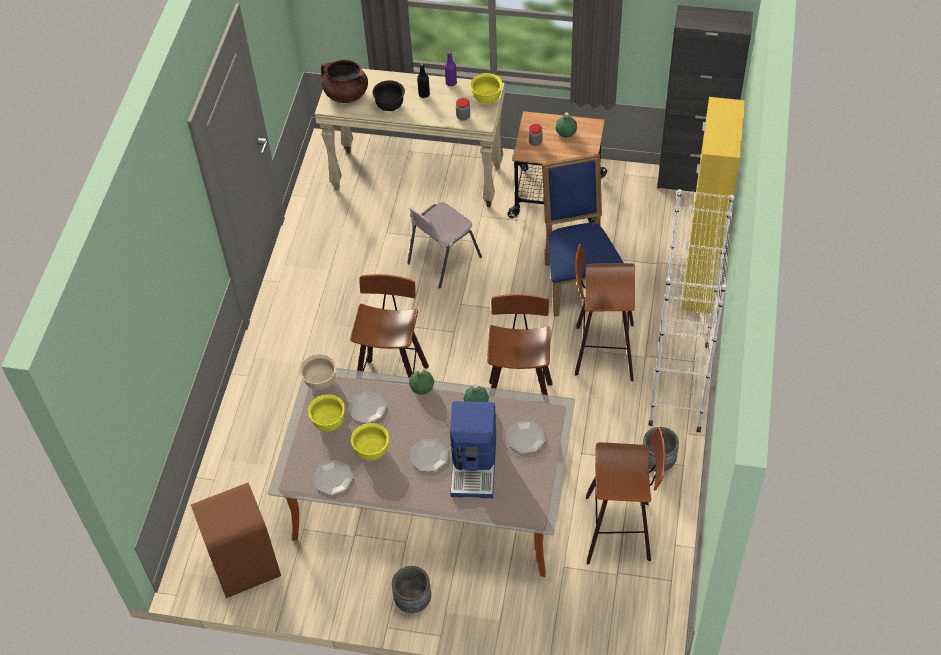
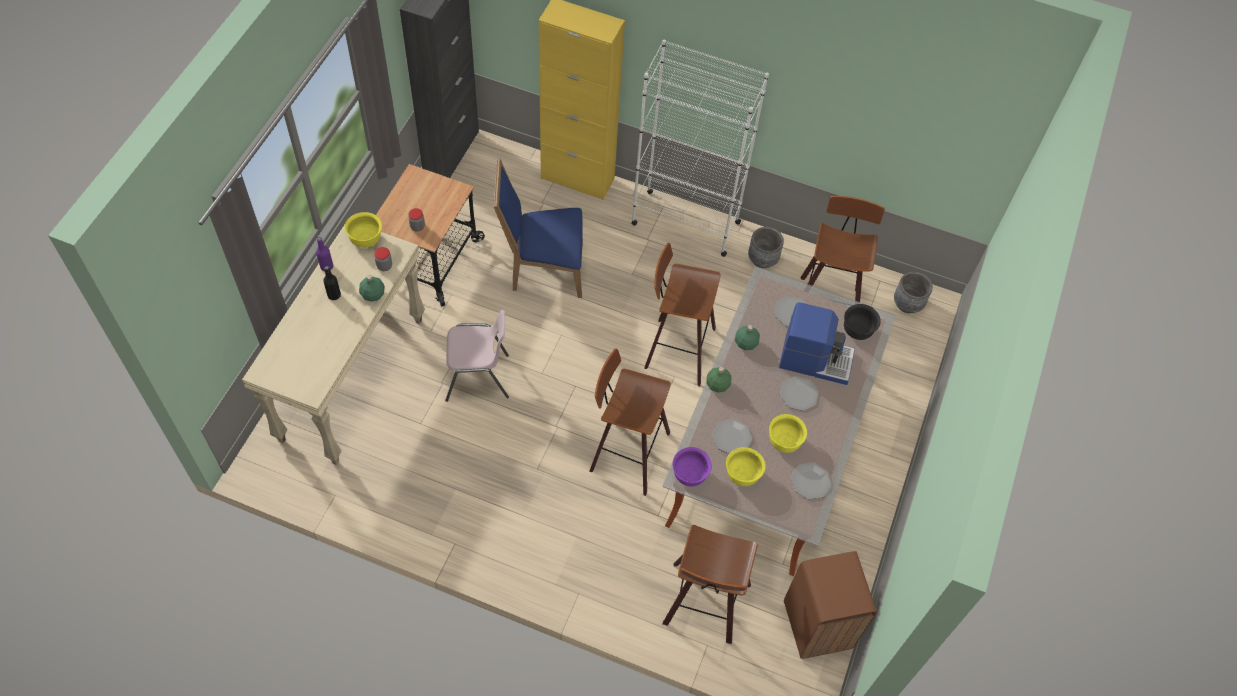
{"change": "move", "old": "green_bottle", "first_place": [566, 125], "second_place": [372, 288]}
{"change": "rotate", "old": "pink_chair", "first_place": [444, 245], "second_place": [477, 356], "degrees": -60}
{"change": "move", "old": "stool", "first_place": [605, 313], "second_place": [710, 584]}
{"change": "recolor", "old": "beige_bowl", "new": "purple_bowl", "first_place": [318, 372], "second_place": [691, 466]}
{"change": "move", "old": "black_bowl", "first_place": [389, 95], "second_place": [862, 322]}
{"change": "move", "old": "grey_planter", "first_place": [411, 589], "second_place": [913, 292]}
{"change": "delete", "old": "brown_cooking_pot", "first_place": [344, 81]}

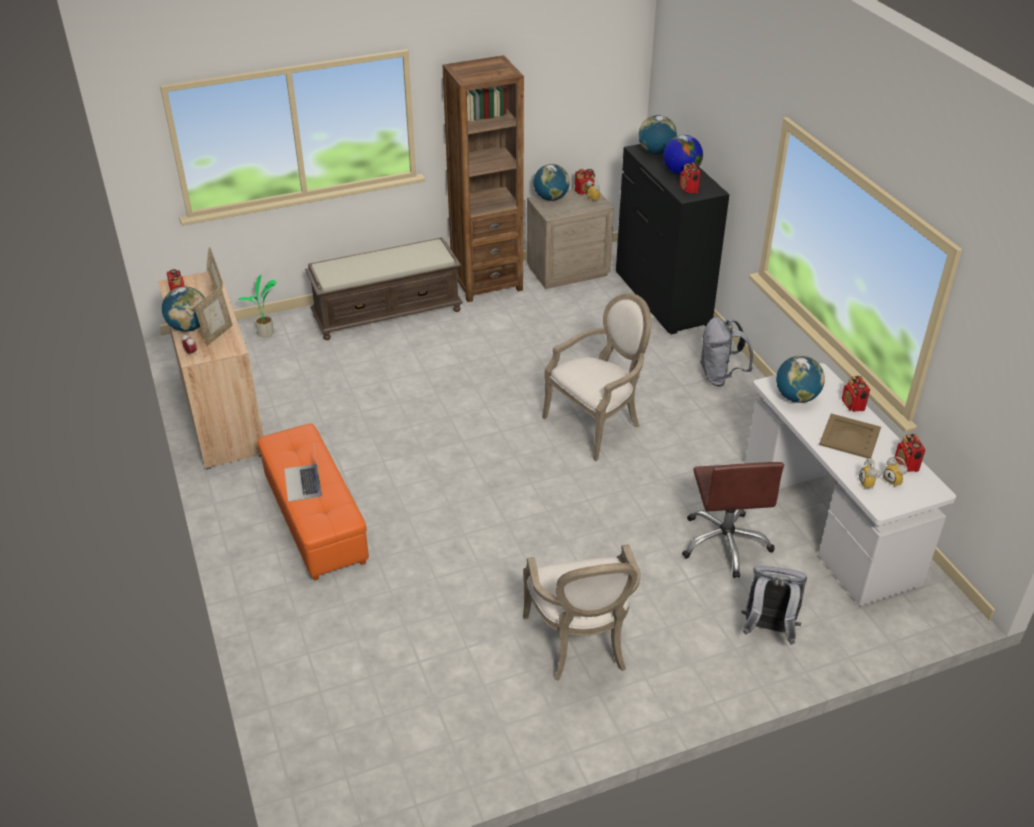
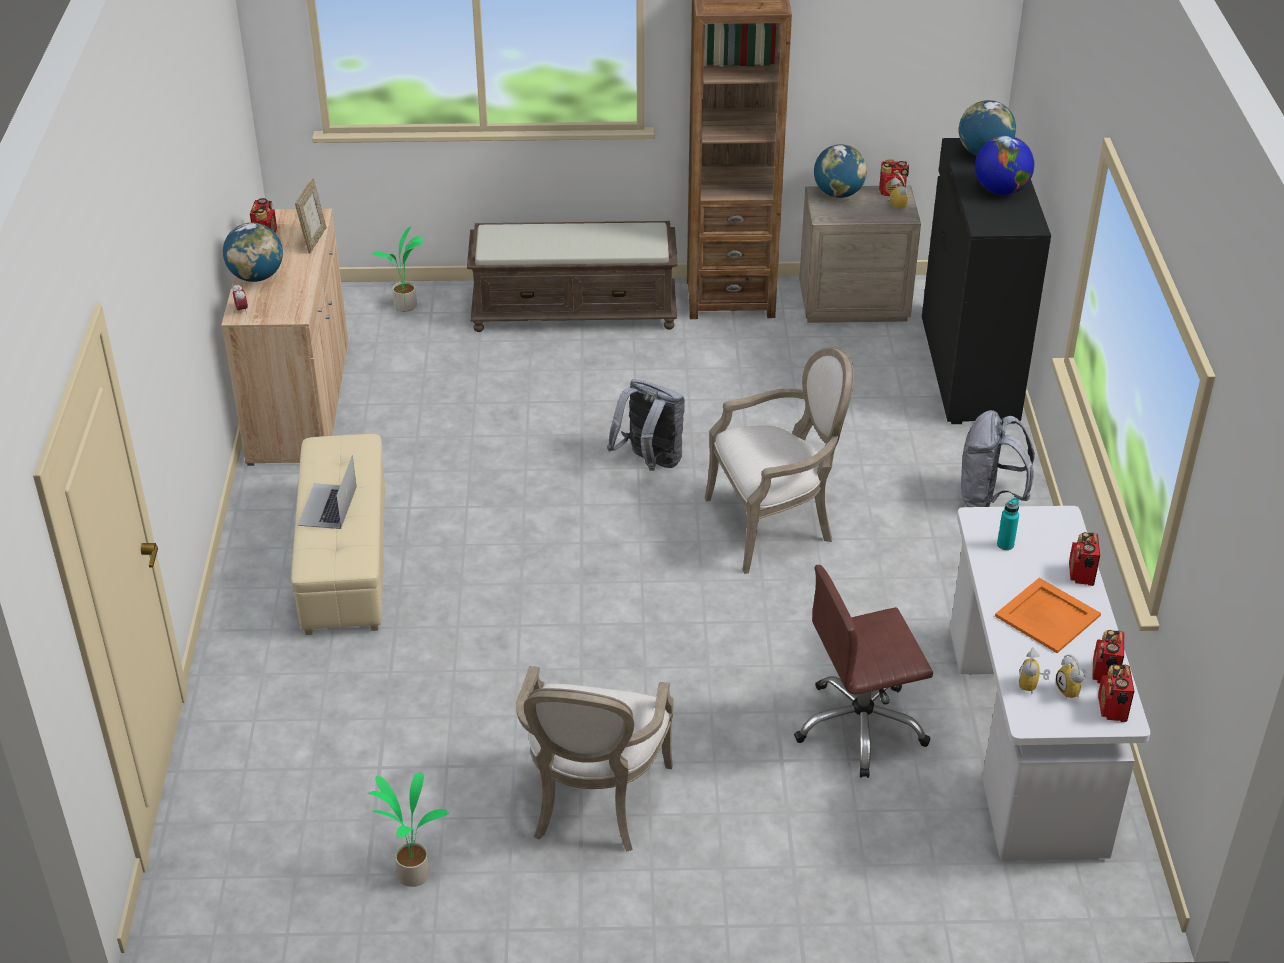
{"change": "recolor", "old": "orange_ottoman", "new": "beige_ottoman", "first_place": [313, 502], "second_place": [338, 534]}
{"change": "insert", "new": "potted_plant", "second_place": [407, 830]}
{"change": "move", "old": "grey_backpack", "first_place": [774, 605], "second_place": [646, 425]}
{"change": "rotate", "old": "brown_office_chair", "first_place": [733, 520], "second_place": [863, 671], "degrees": 60}
{"change": "recolor", "old": "beige_tray", "new": "orange_tray", "first_place": [850, 436], "second_place": [1048, 615]}
{"change": "replace", "old": "globe", "new": "turquoise_bottle", "first_place": [800, 379], "second_place": [1008, 524]}
{"change": "move", "old": "radio", "first_place": [690, 178], "second_place": [1116, 693]}
{"change": "delete", "old": "picture_frame", "first_place": [213, 316]}

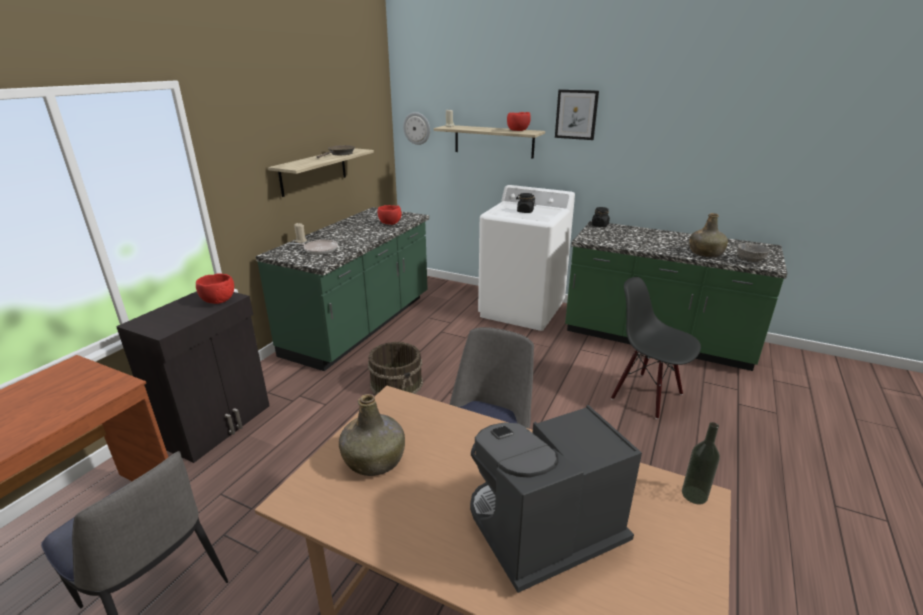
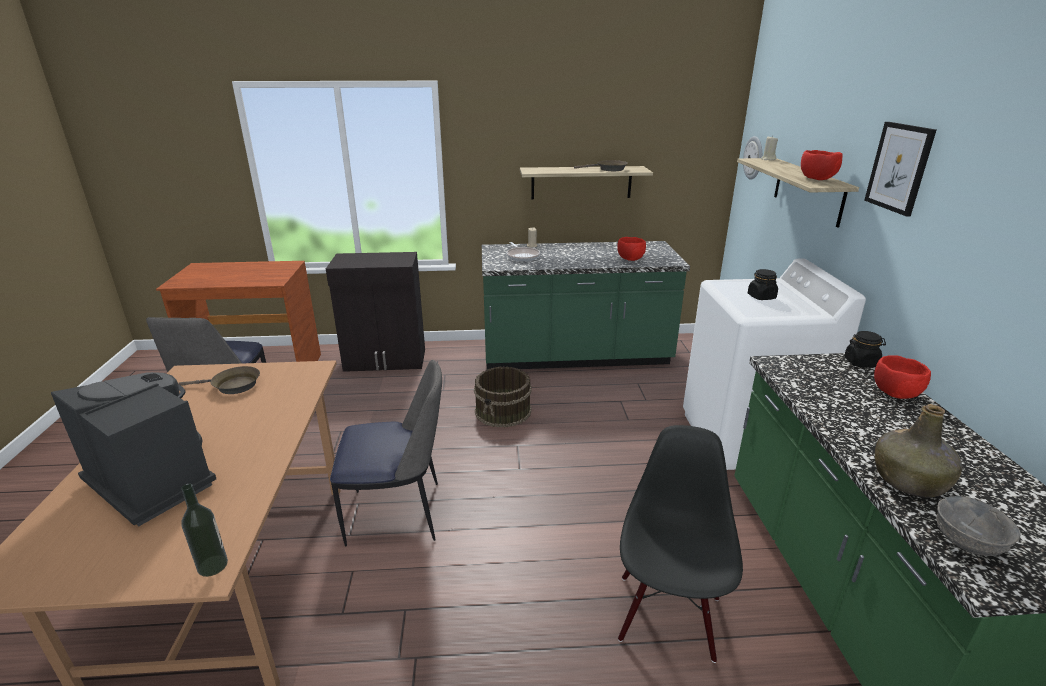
{"change": "replace", "old": "green_bottle", "new": "brown_frying_pan", "first_place": [372, 435], "second_place": [219, 380]}
{"change": "move", "old": "red_bowl", "first_place": [215, 288], "second_place": [902, 377]}

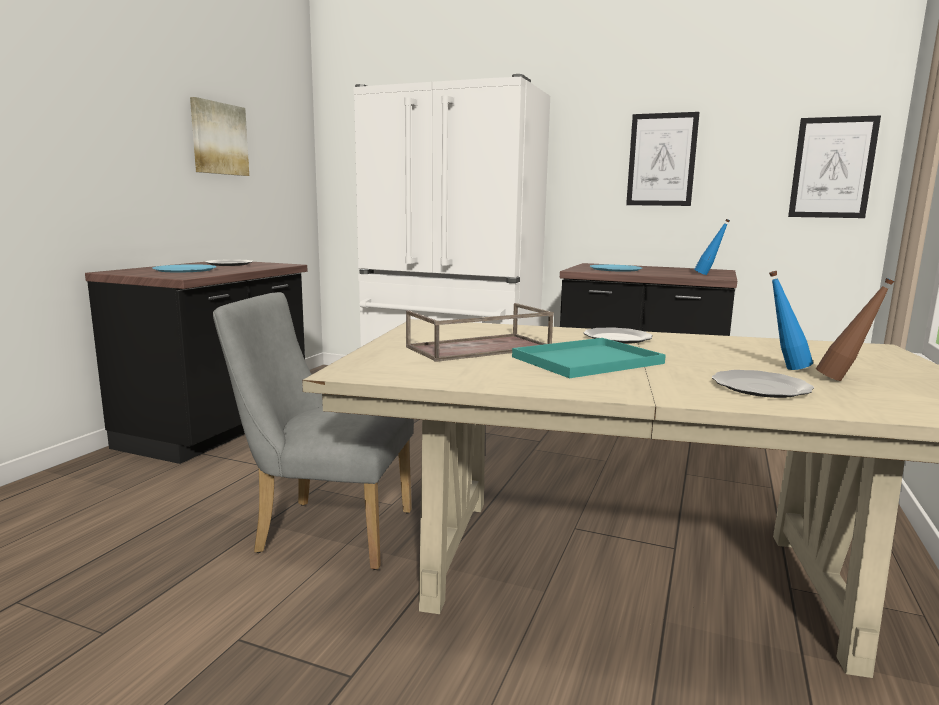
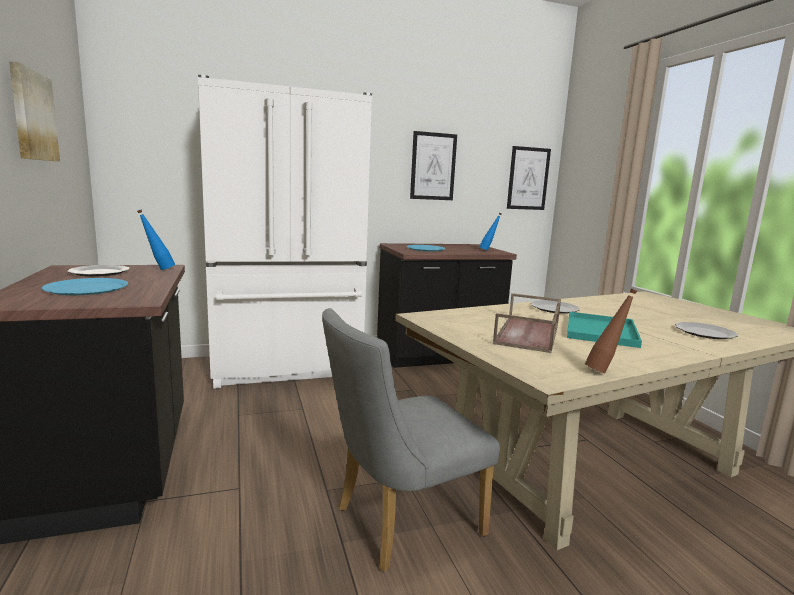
{"change": "move", "old": "blue_bottle", "first_place": [791, 320], "second_place": [156, 239]}
{"change": "move", "old": "brown_bottle", "first_place": [855, 329], "second_place": [611, 331]}

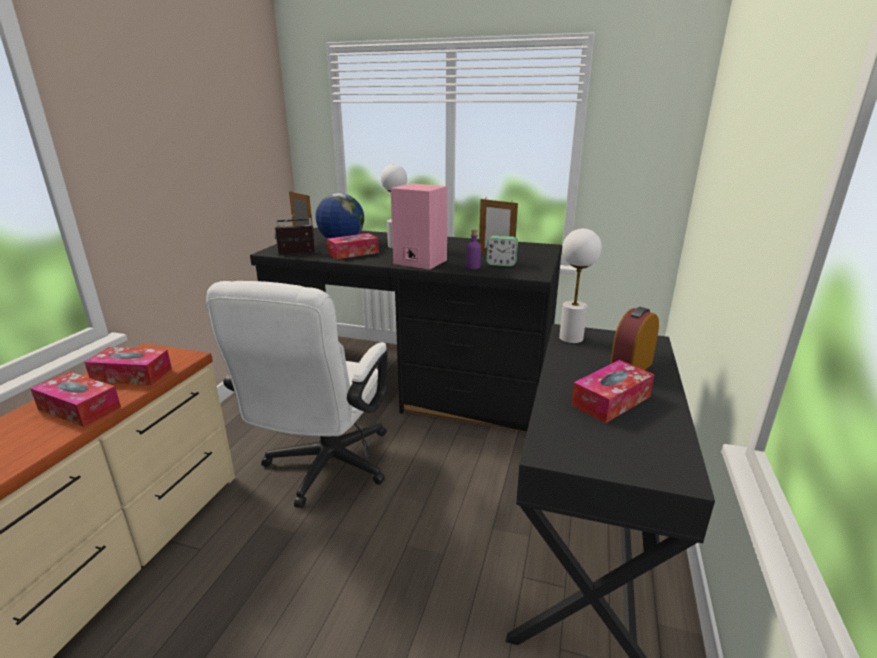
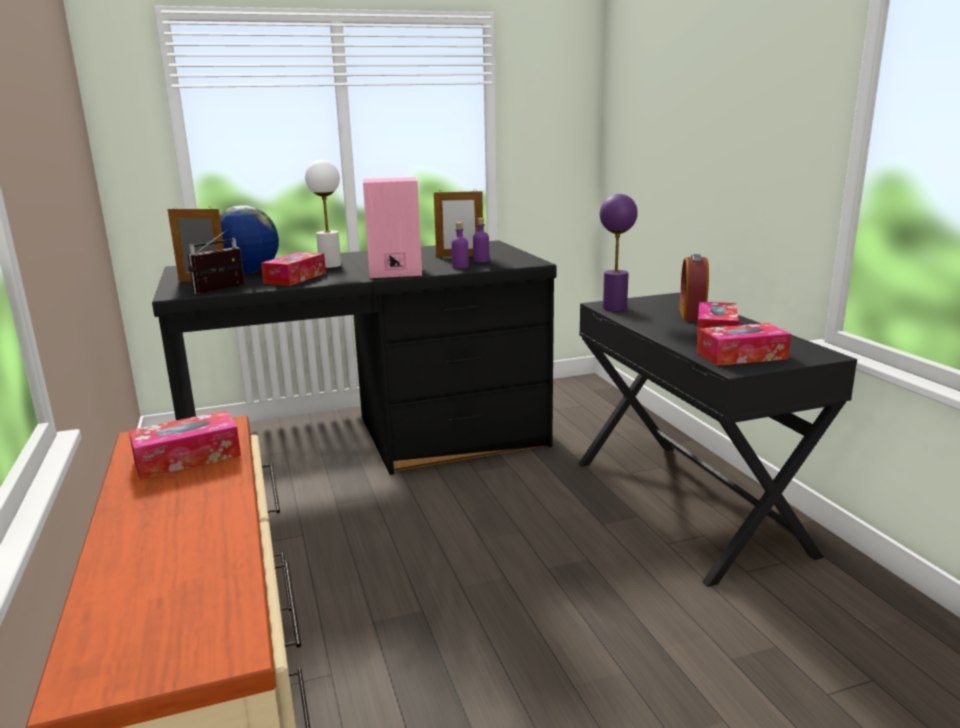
{"change": "replace", "old": "alarm_clock", "new": "purple_bottle", "first_place": [502, 251], "second_place": [481, 240]}
{"change": "recolor", "old": "white_table_lamp", "new": "purple_table_lamp", "first_place": [580, 286], "second_place": [619, 252]}
{"change": "move", "old": "tissue_box", "first_place": [75, 399], "second_place": [744, 344]}
{"change": "delete", "old": "white_office_chair", "first_place": [297, 394]}

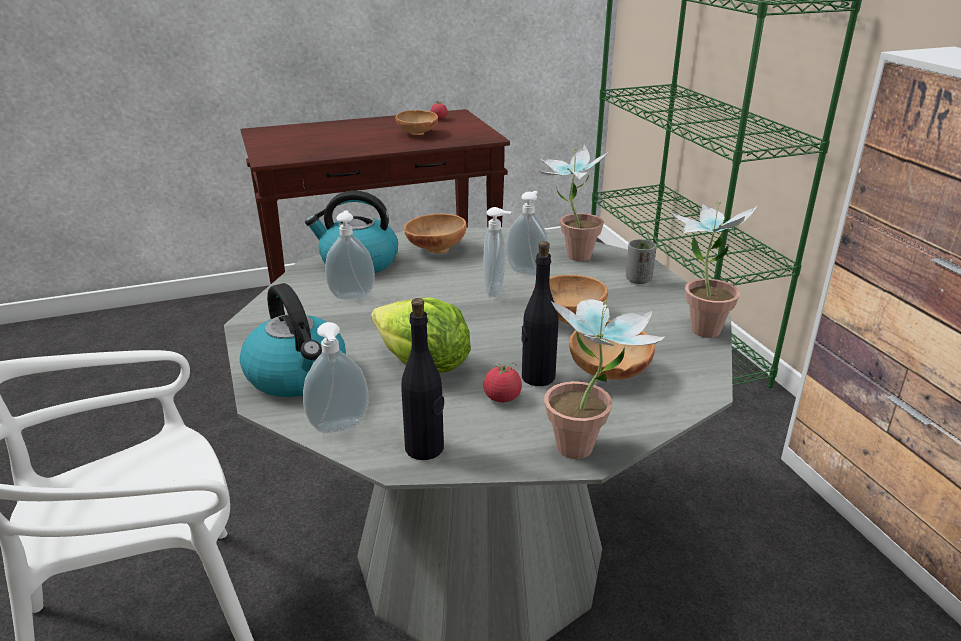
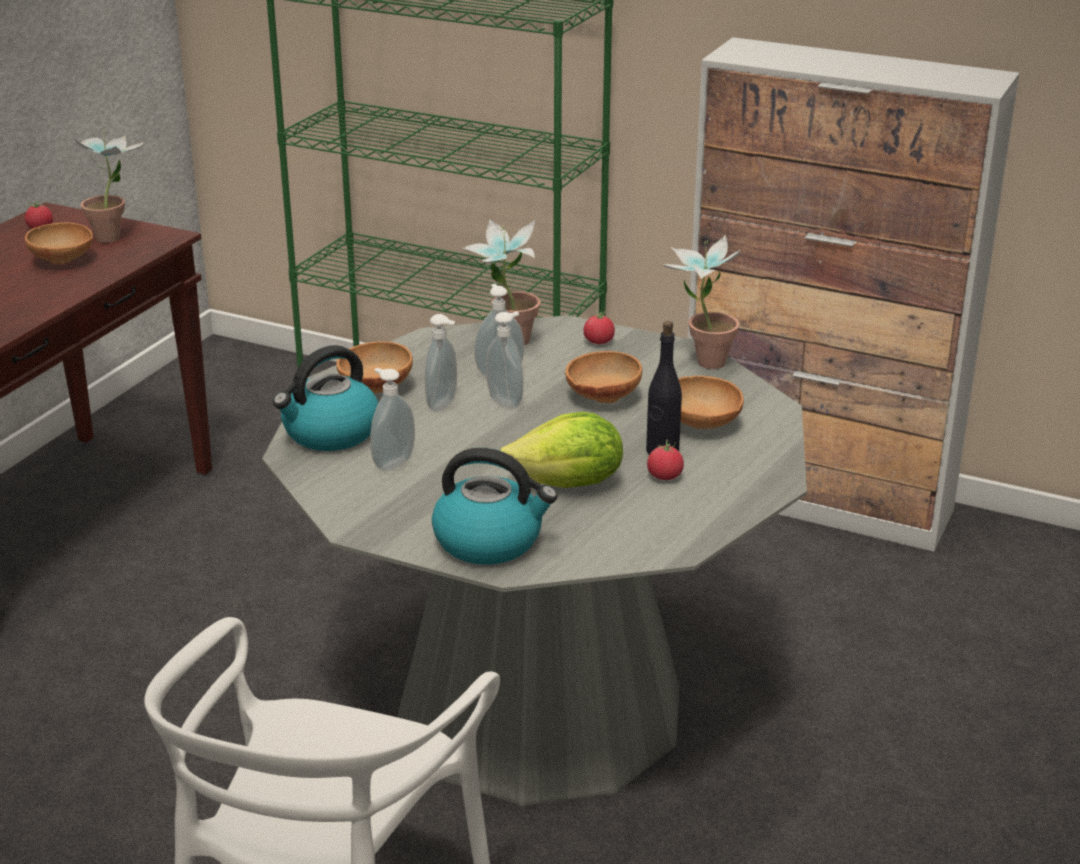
{"change": "move", "old": "potted_plant", "first_place": [605, 379], "second_place": [109, 186]}
{"change": "move", "old": "soap_dispenser", "first_place": [336, 377], "second_place": [441, 363]}
{"change": "replace", "old": "grey_cup", "new": "tomato", "first_place": [641, 261], "second_place": [599, 327]}
{"change": "delete", "old": "black_bottle", "first_place": [422, 379]}

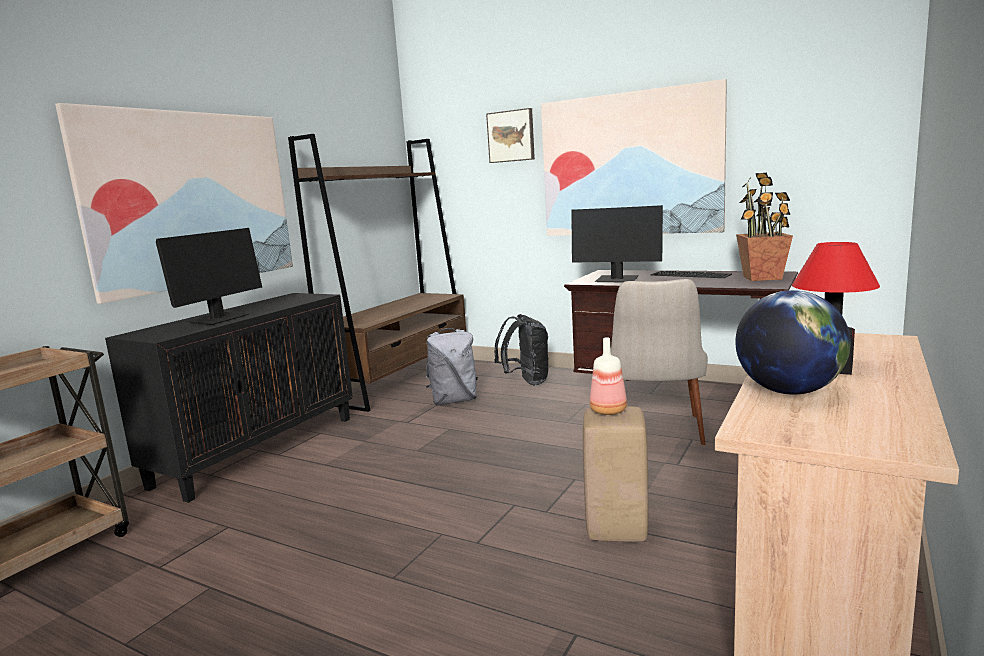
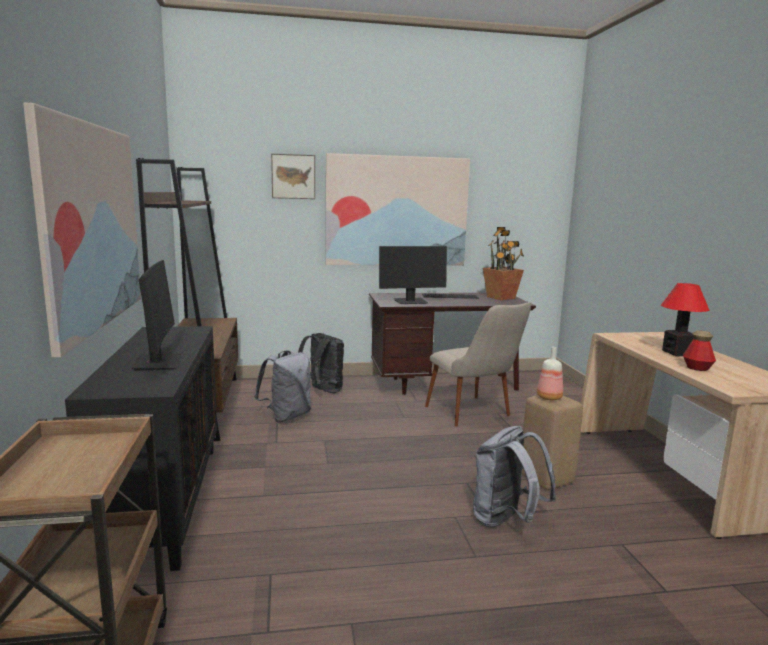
{"change": "insert", "new": "grey_backpack", "second_place": [514, 477]}
{"change": "replace", "old": "globe", "new": "bottle", "first_place": [793, 342], "second_place": [699, 350]}

